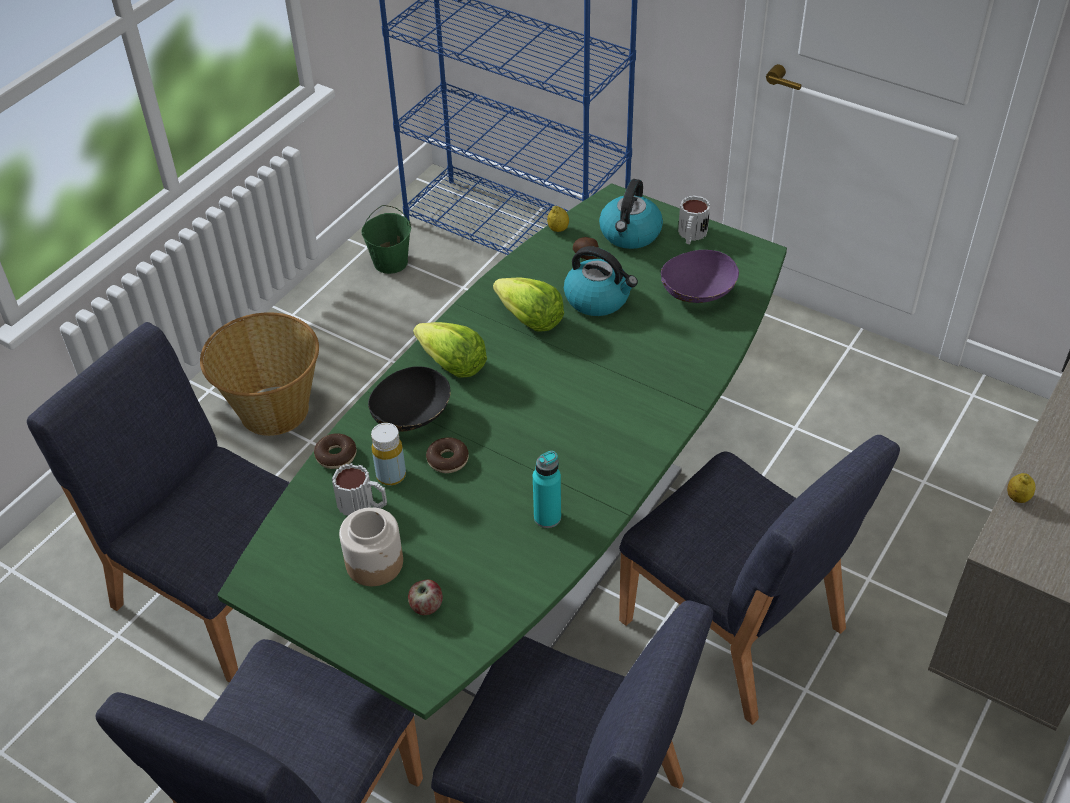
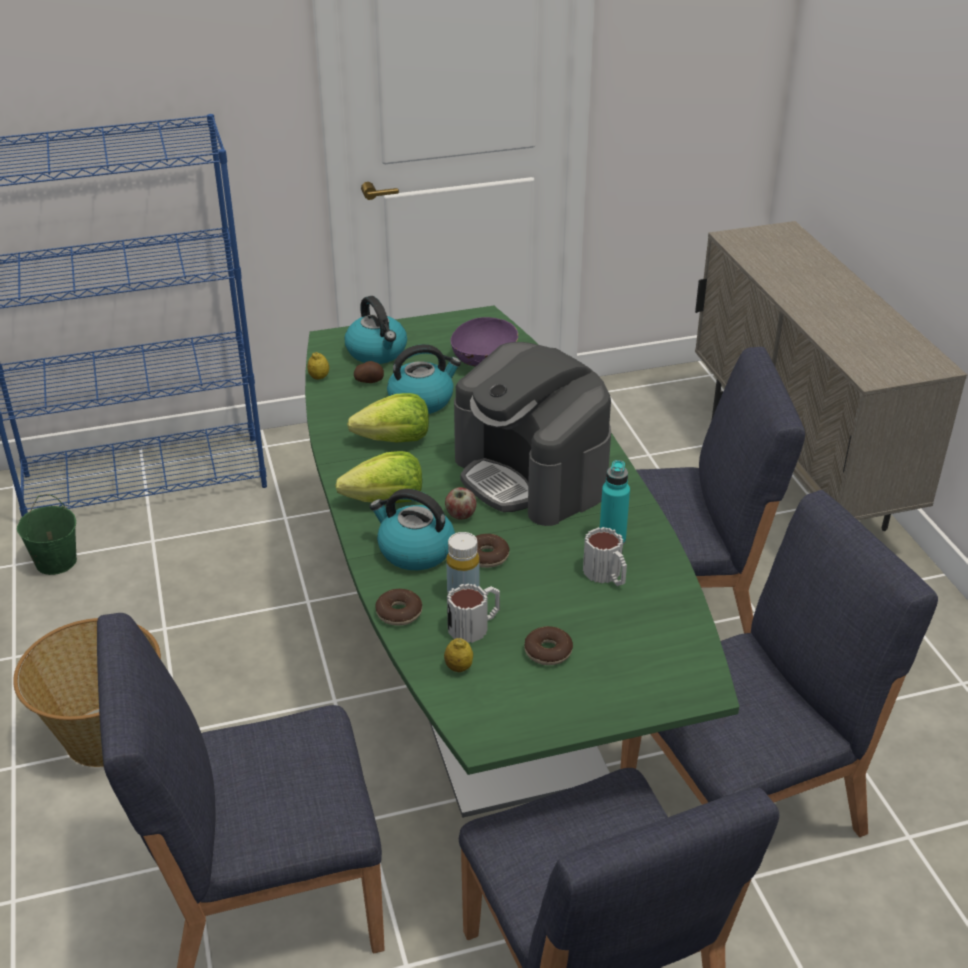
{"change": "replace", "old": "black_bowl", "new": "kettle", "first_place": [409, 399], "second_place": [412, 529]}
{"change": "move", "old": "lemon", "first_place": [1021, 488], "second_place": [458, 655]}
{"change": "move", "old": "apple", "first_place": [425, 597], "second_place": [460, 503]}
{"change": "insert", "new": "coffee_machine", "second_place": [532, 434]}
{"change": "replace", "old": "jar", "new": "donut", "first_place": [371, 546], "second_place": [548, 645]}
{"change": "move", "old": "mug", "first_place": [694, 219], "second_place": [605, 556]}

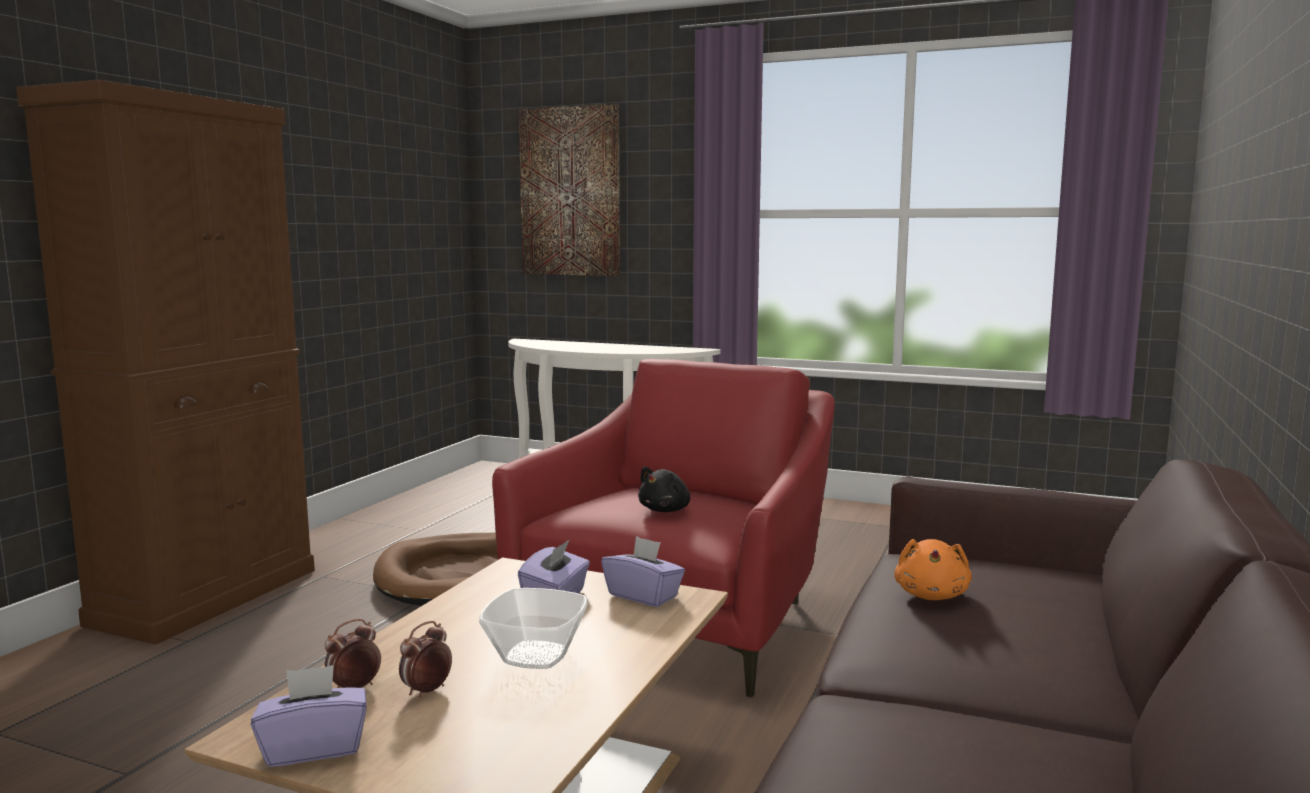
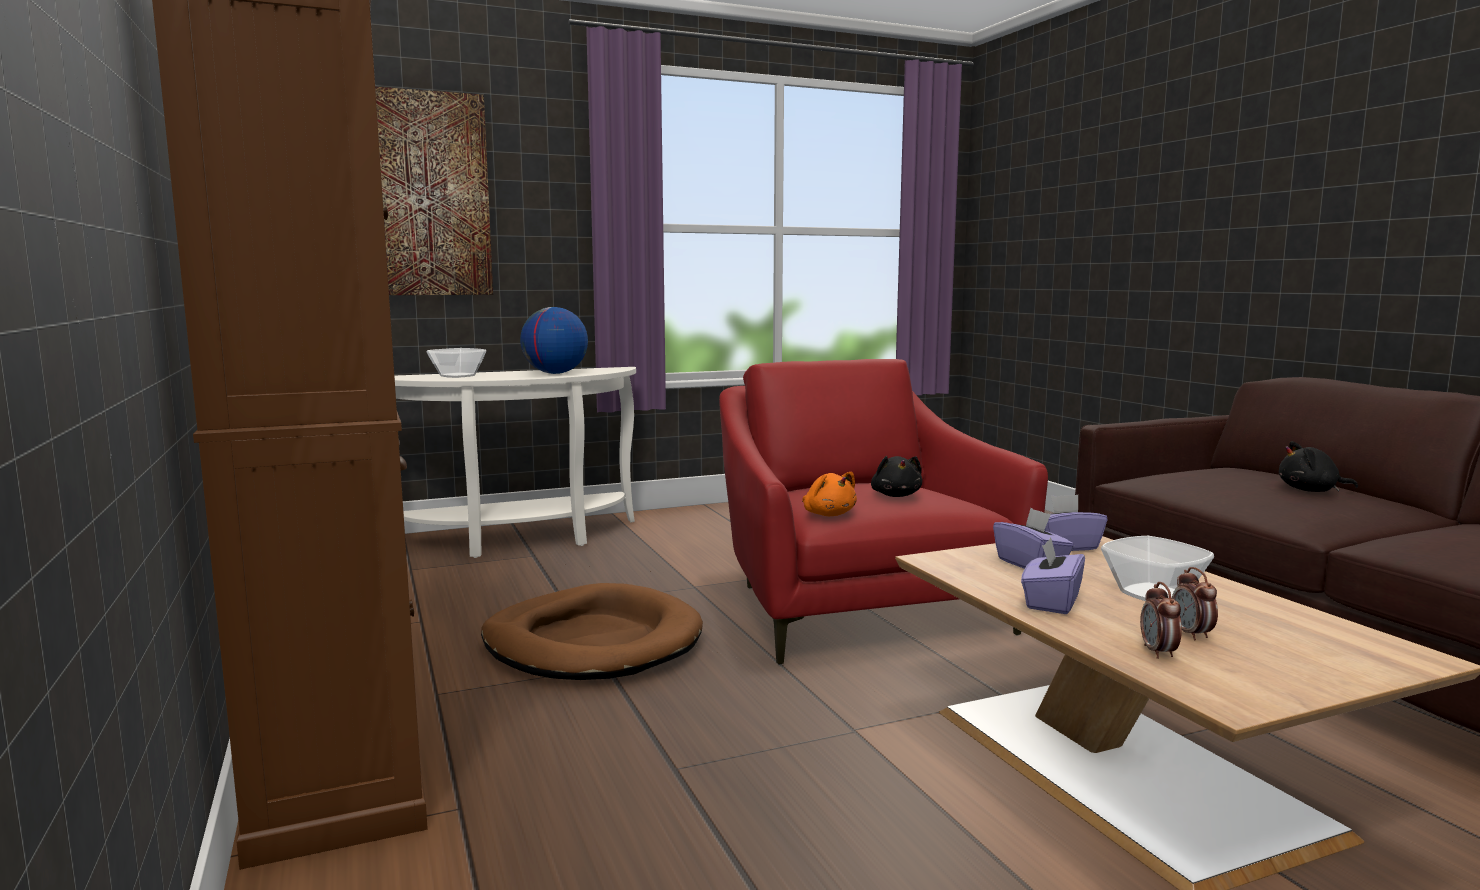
{"change": "insert", "new": "bowl", "second_place": [456, 363]}
{"change": "insert", "new": "globe", "second_place": [554, 340]}
{"change": "move", "old": "orange_plush_toy", "first_place": [933, 569], "second_place": [829, 494]}
{"change": "move", "old": "purple_tissue_box", "first_place": [309, 716], "second_place": [1053, 575]}
{"change": "insert", "new": "black_plush_toy", "second_place": [1318, 466]}

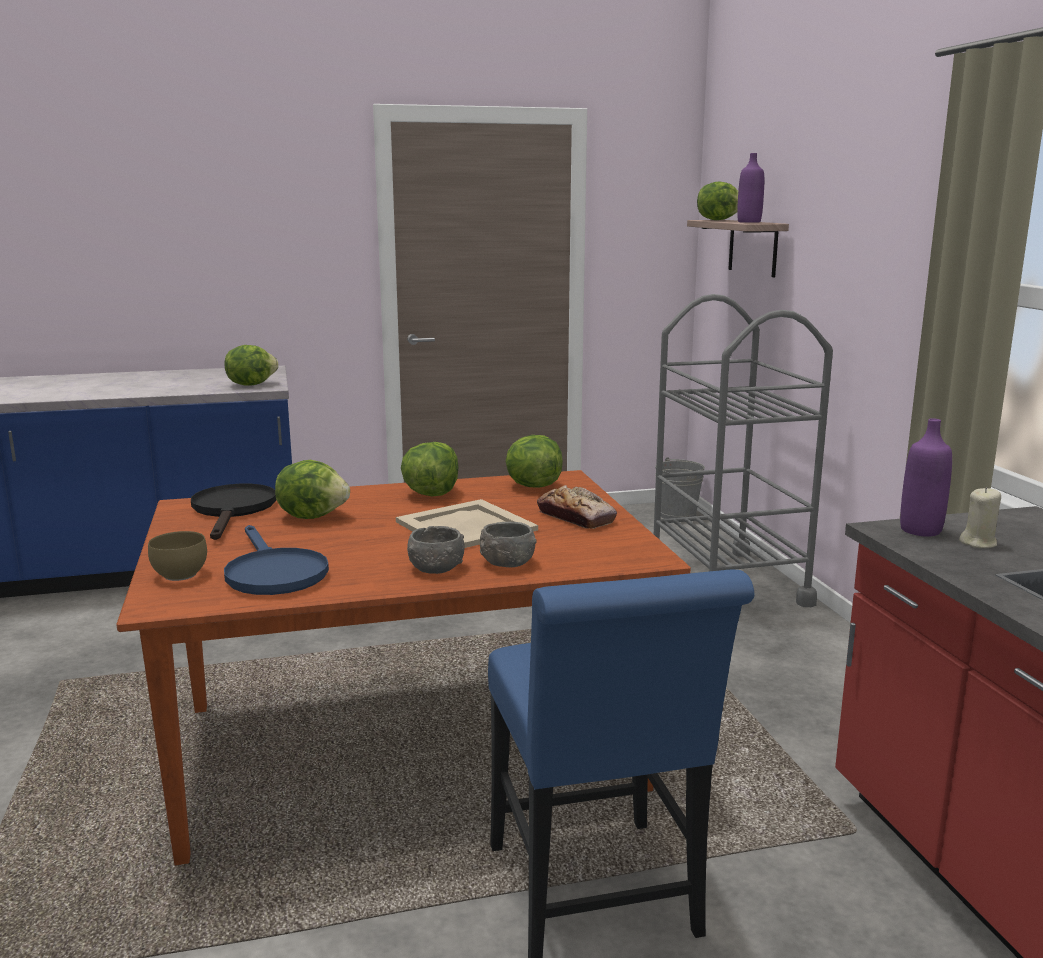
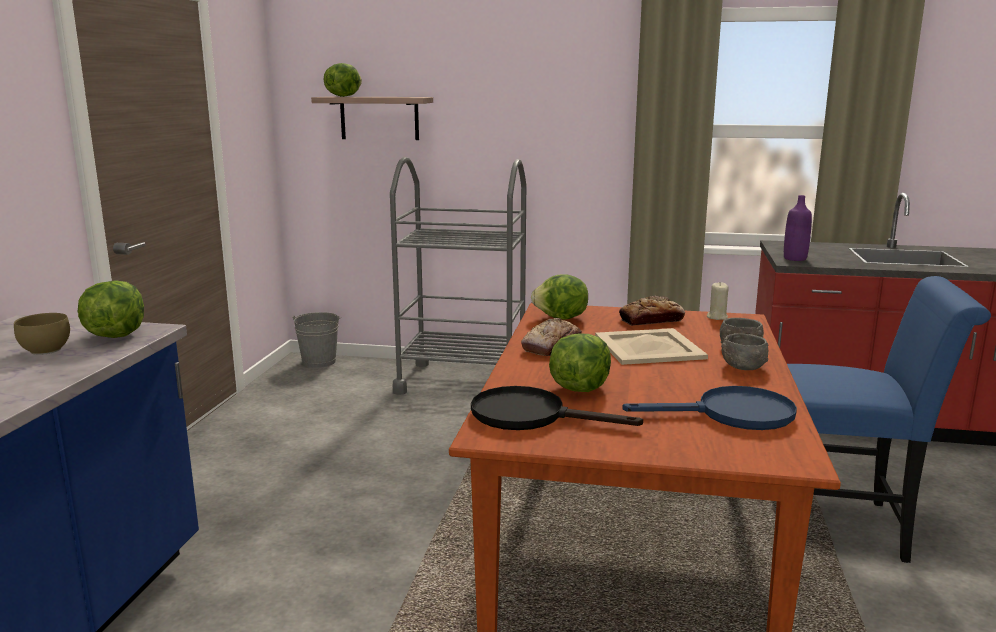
{"change": "move", "old": "brown_bowl", "first_place": [177, 556], "second_place": [42, 334]}
{"change": "replace", "old": "lettuce", "new": "bread", "first_place": [430, 469], "second_place": [551, 337]}
{"change": "move", "old": "beige_candle", "first_place": [980, 517], "second_place": [718, 301]}
{"change": "delete", "old": "purple_bottle", "first_place": [750, 188]}

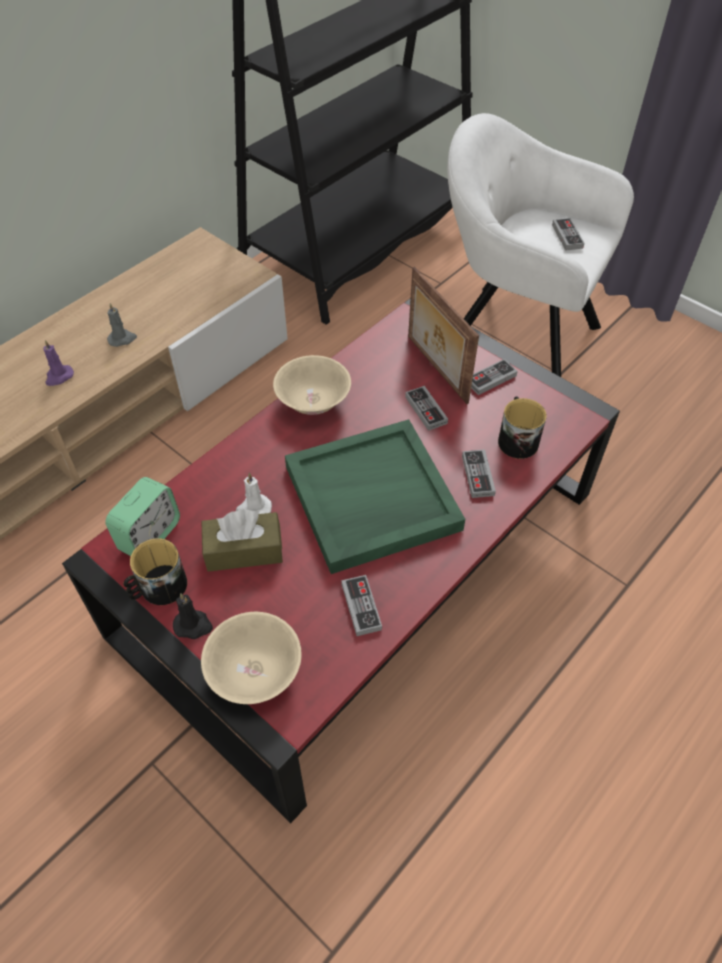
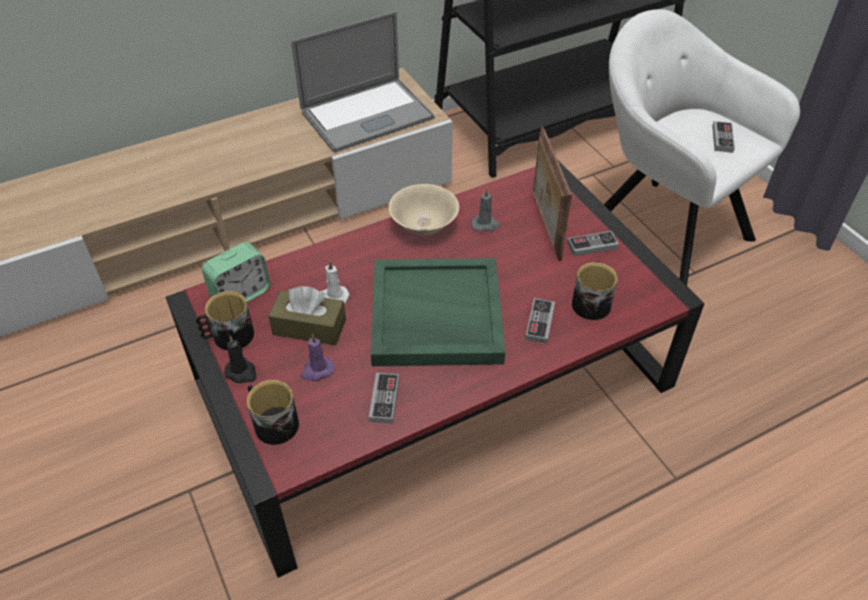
{"change": "replace", "old": "beige_bowl", "new": "mug", "first_place": [251, 658], "second_place": [273, 412]}
{"change": "insert", "new": "laptop", "second_place": [363, 82]}
{"change": "move", "old": "purple_candle", "first_place": [59, 363], "second_place": [318, 357]}
{"change": "move", "old": "grey_candle", "first_place": [122, 325], "second_place": [486, 210]}
{"change": "delete", "old": "game_controller", "first_place": [426, 408]}

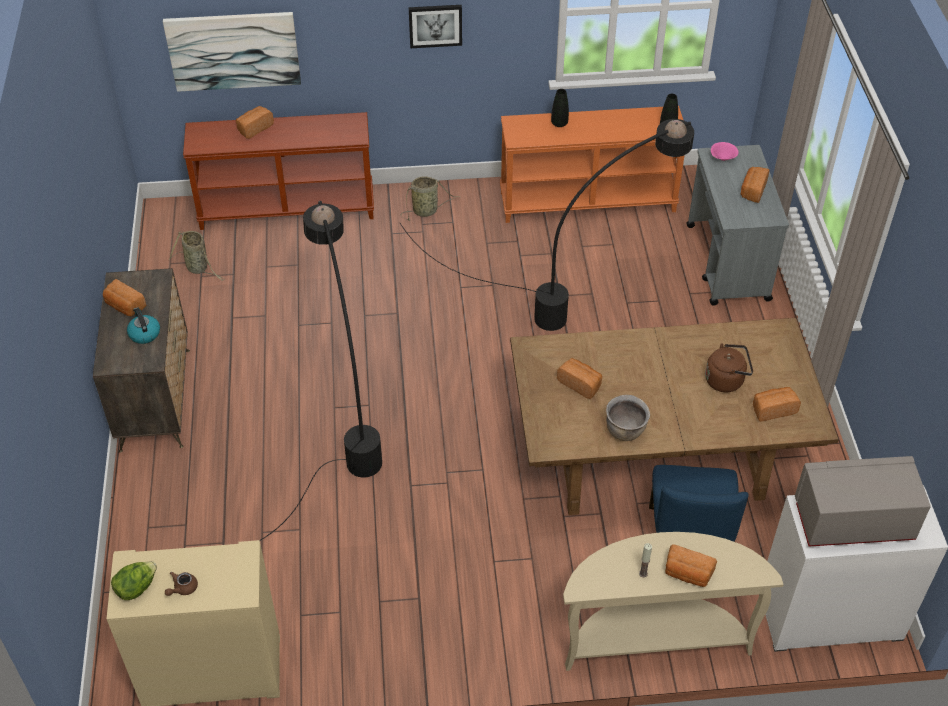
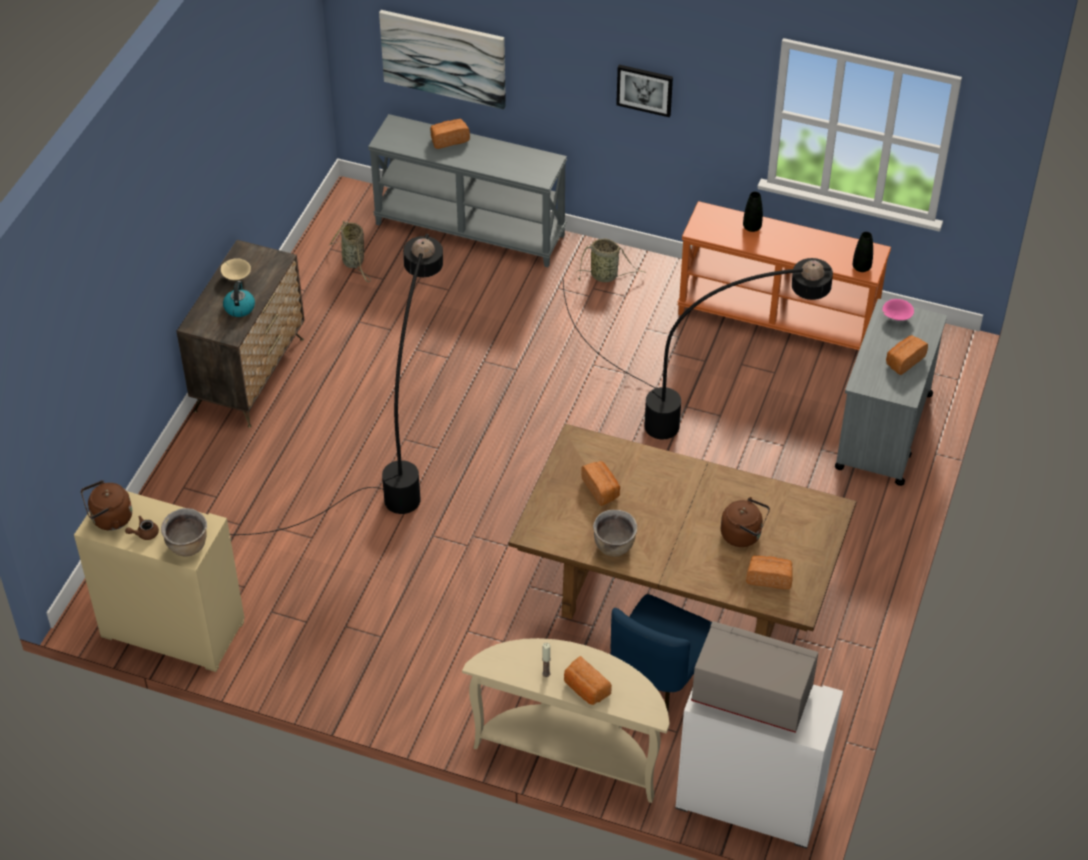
{"change": "replace", "old": "lettuce", "new": "brown_kettle", "first_place": [134, 580], "second_place": [106, 505]}
{"change": "insert", "new": "brown_cooking_pot", "second_place": [184, 532]}
{"change": "replace", "old": "bread", "new": "beige_bowl", "first_place": [125, 297], "second_place": [236, 269]}
{"change": "recolor", "old": "brown_console_table", "new": "grey_console_table", "first_place": [278, 171], "second_place": [467, 190]}

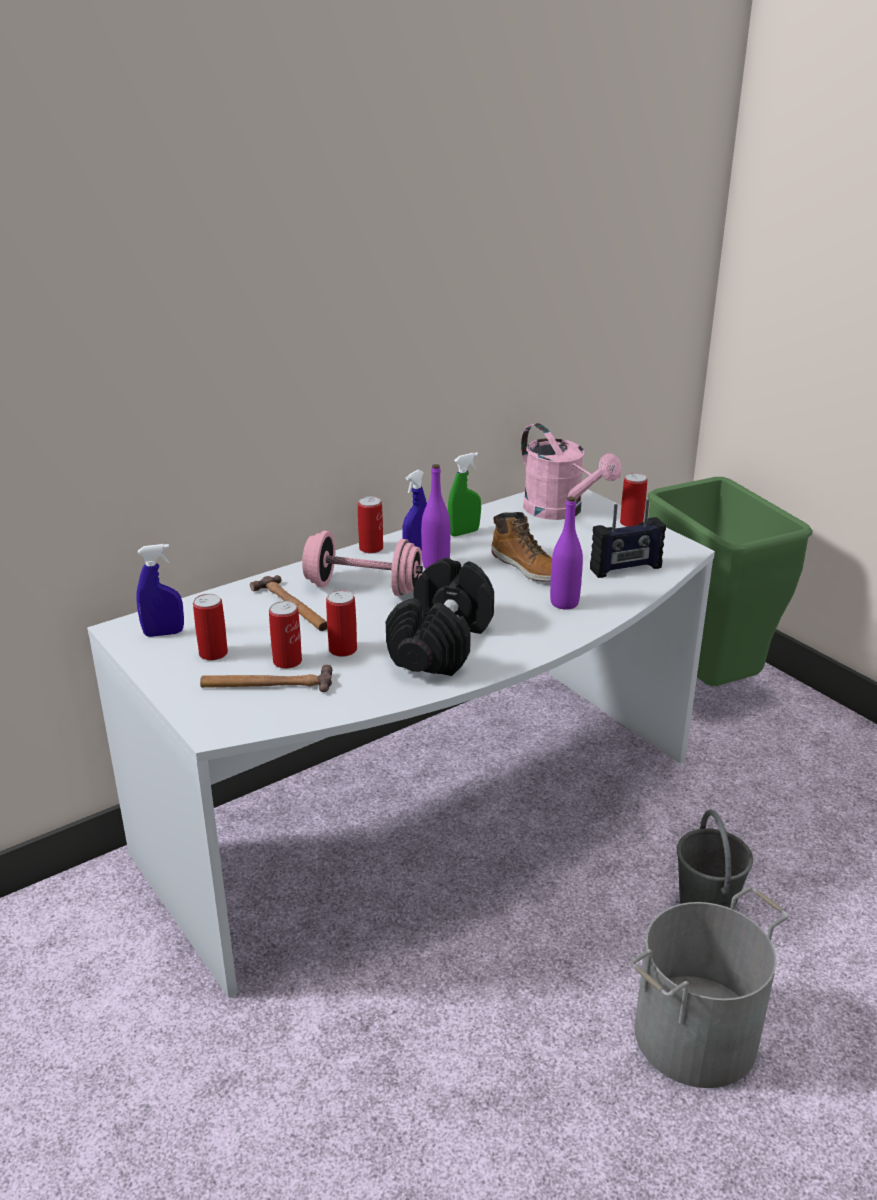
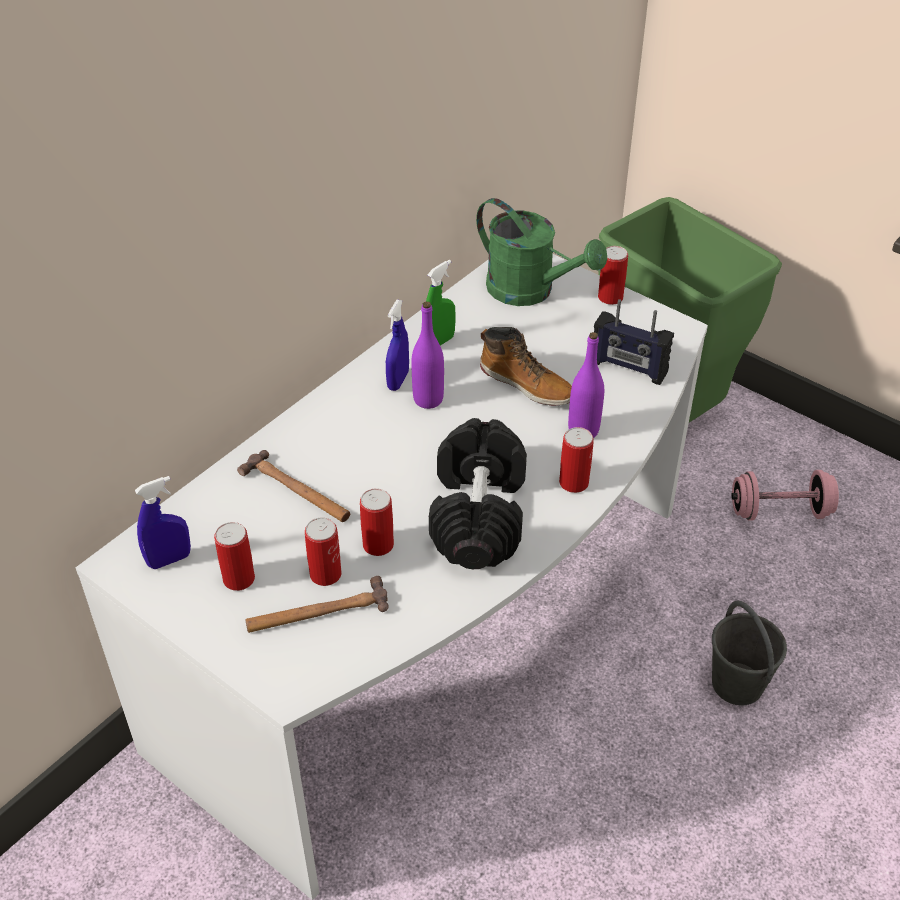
{"change": "recolor", "old": "pink_watering_can", "new": "green_watering_can", "first_place": [571, 471], "second_place": [541, 252]}
{"change": "move", "old": "can", "first_place": [370, 525], "second_place": [576, 460]}
{"change": "rotate", "old": "radio", "first_place": [628, 539], "second_place": [634, 342], "degrees": 60}
{"change": "move", "old": "pink_dumbbell", "first_place": [362, 563], "second_place": [785, 495]}
{"change": "delete", "old": "grey_bucket", "first_place": [710, 987]}

